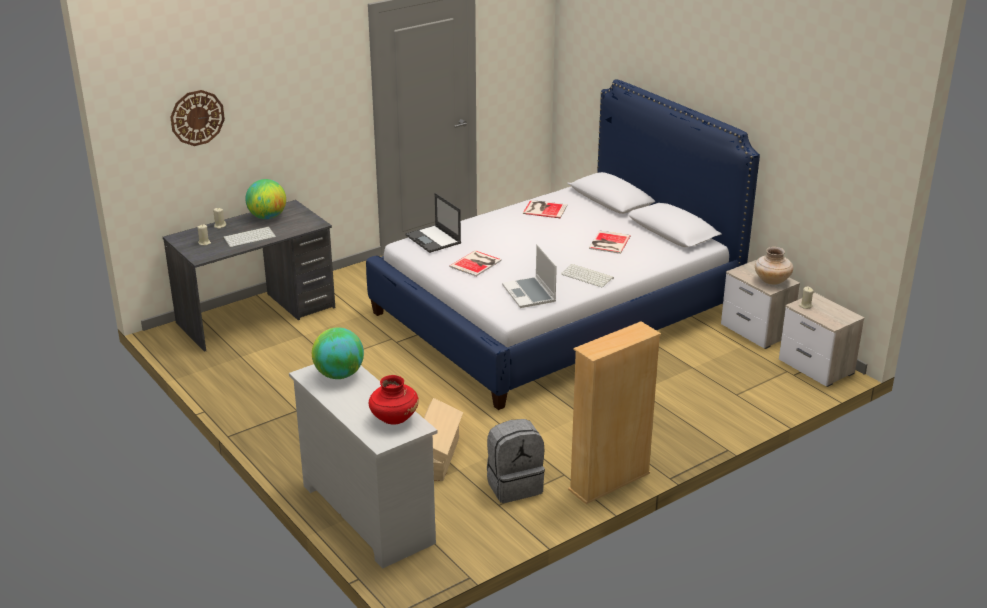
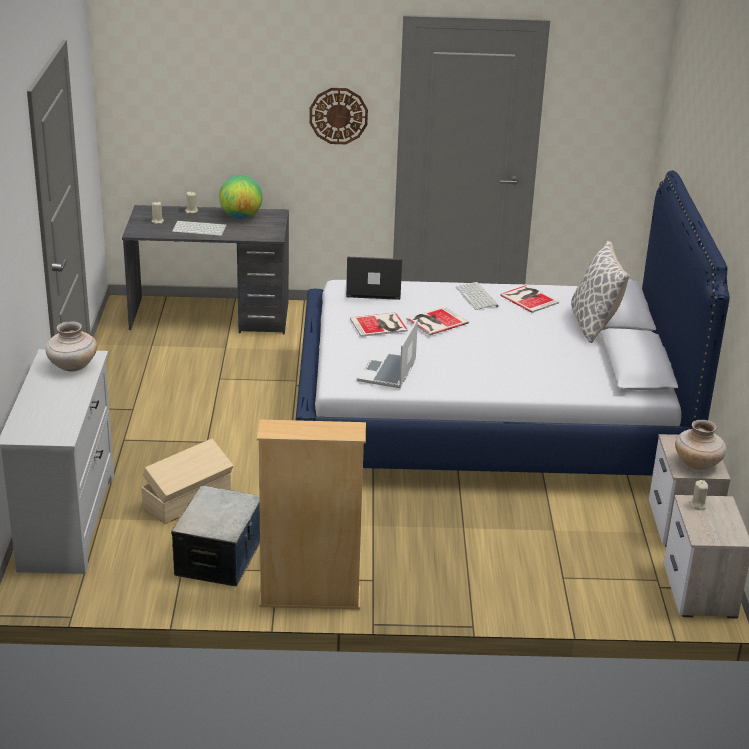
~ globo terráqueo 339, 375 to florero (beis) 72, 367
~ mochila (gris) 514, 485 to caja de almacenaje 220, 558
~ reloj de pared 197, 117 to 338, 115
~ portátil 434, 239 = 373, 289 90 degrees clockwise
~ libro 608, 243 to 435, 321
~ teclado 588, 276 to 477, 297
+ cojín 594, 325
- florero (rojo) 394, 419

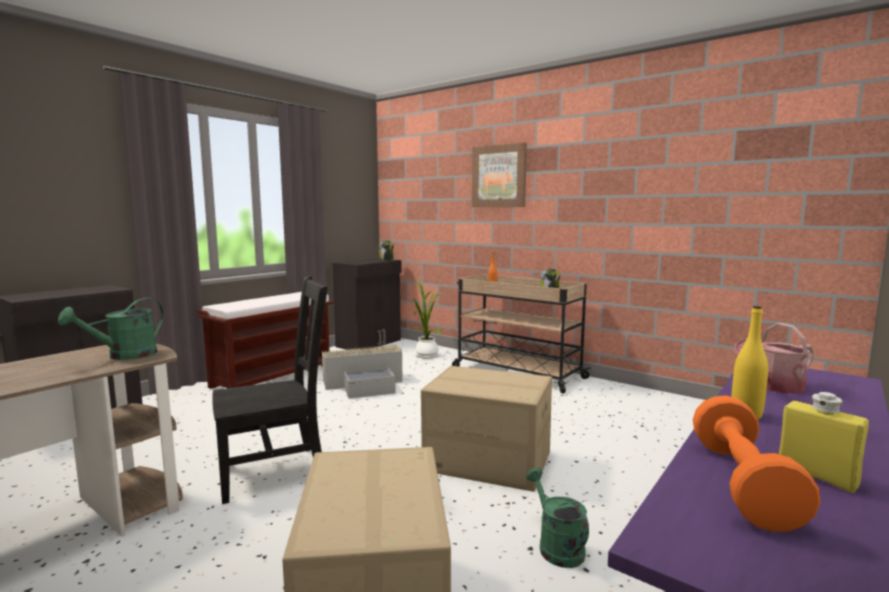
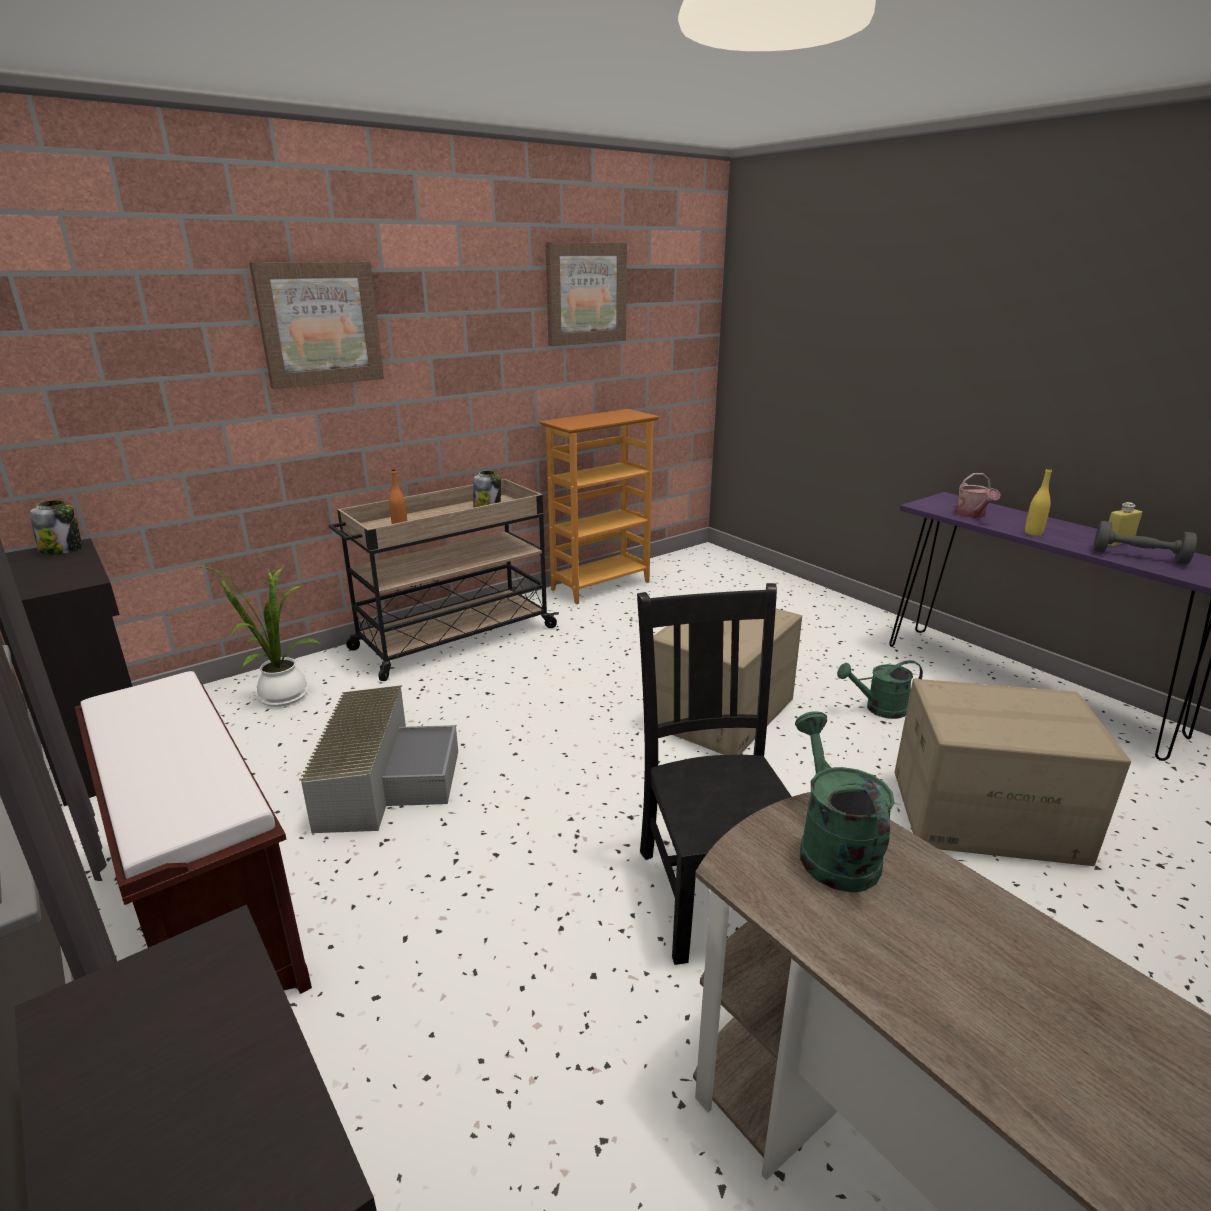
+ estantería 600, 585
+ cuadro 585, 293
~ regadera (verde) 124, 356 = 832, 848 150 degrees counterclockwise
~ mancuerna (naranja) 742, 484 to mancuerna (gris) 1138, 556

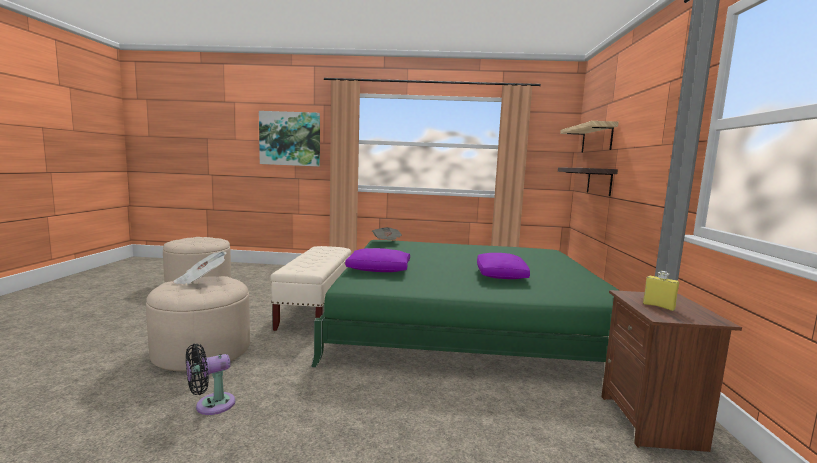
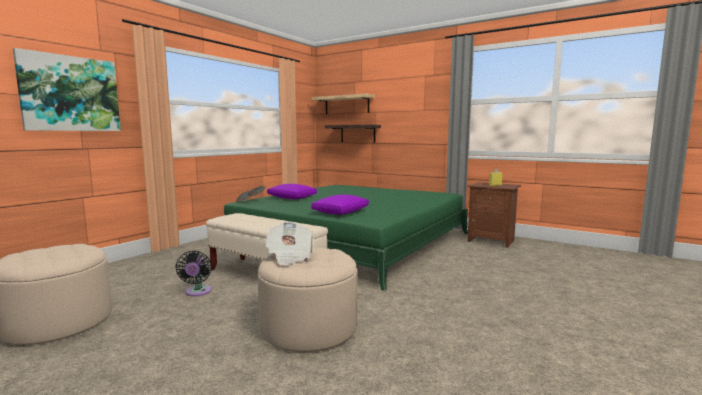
~ ventilador (negro) 211, 405 to 197, 292
~ cojín (morado) 501, 275 to 292, 198

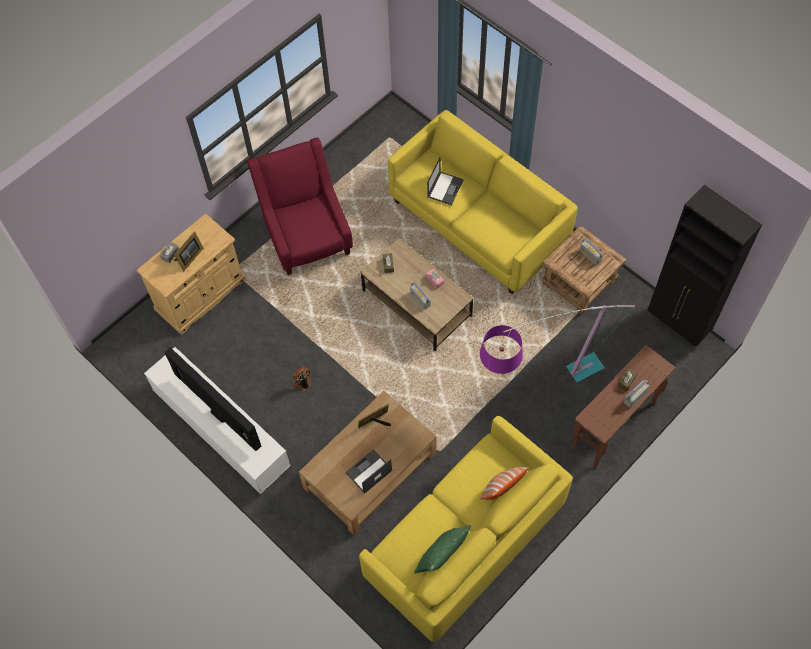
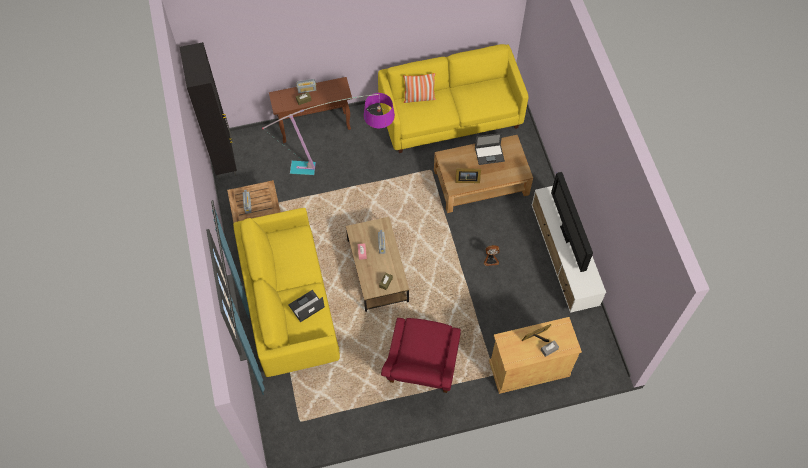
- cojín (verde) 442, 557

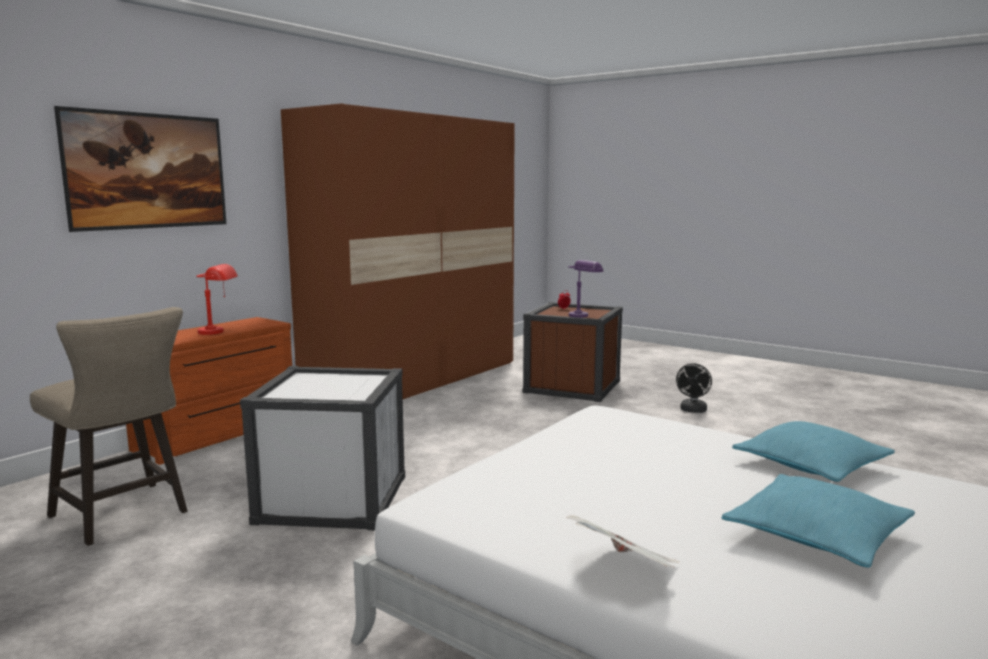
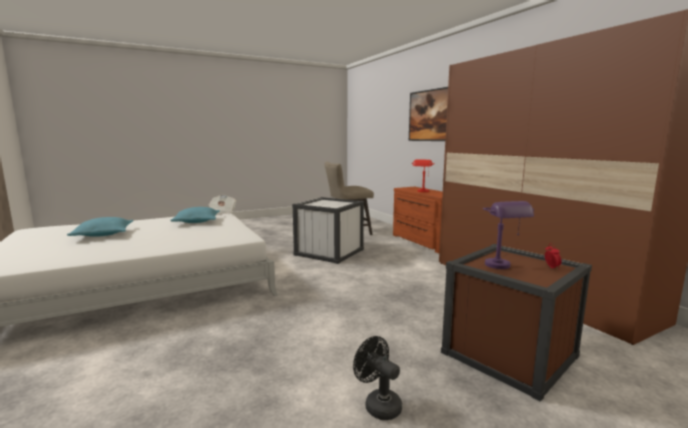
~ cojín (turquesa) 810, 466 to 197, 221
~ periódico 625, 570 to 222, 212

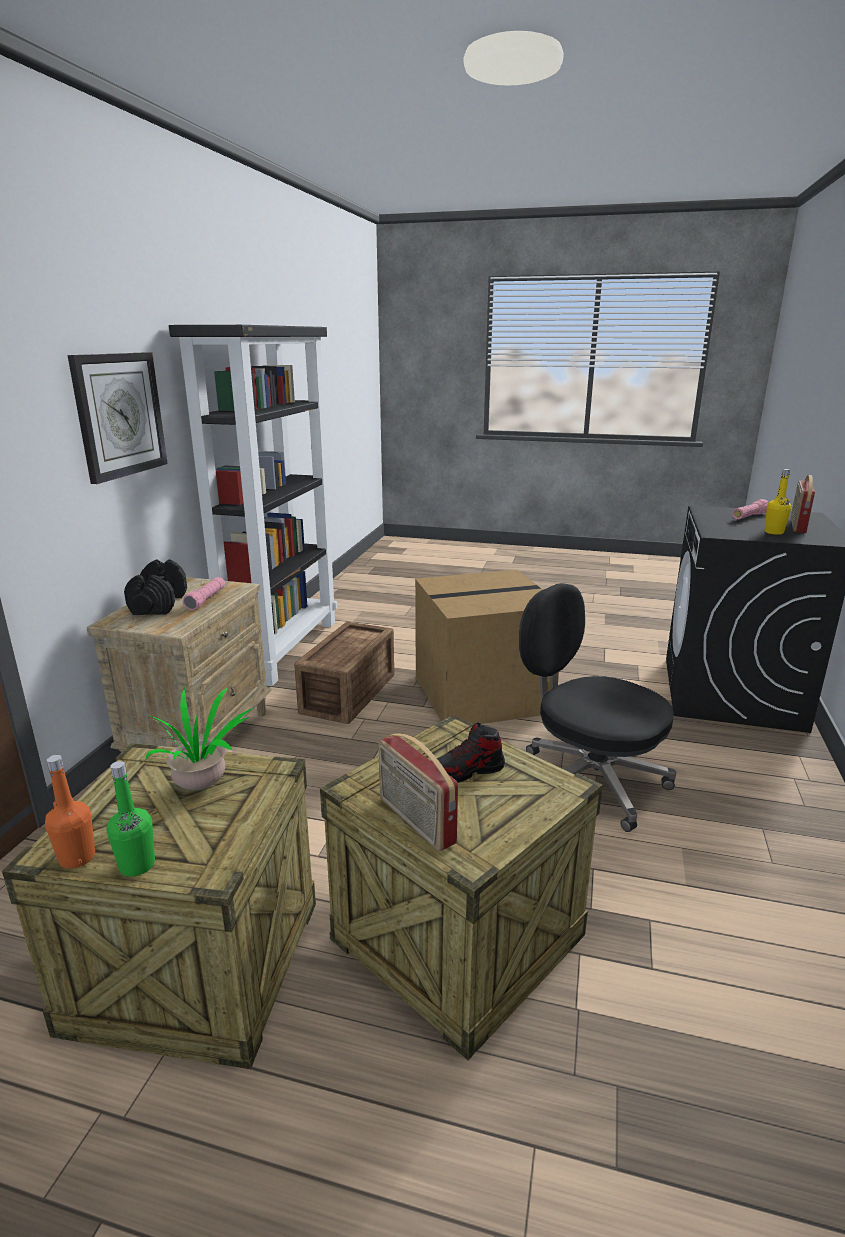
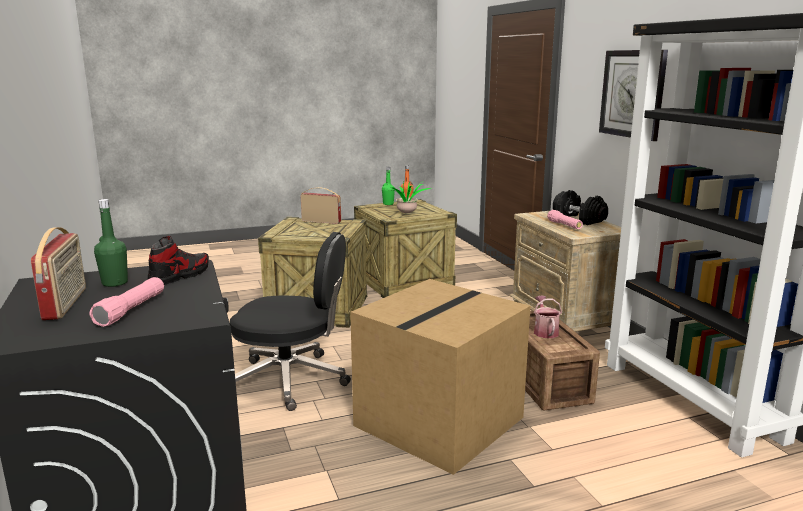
~ botella (amarillo) 774, 532 to botella (verde) 115, 283
~ zapato 466, 771 to 180, 276
+ regadera 545, 331

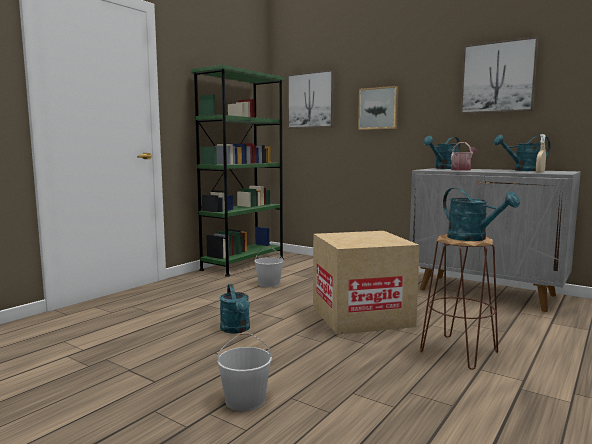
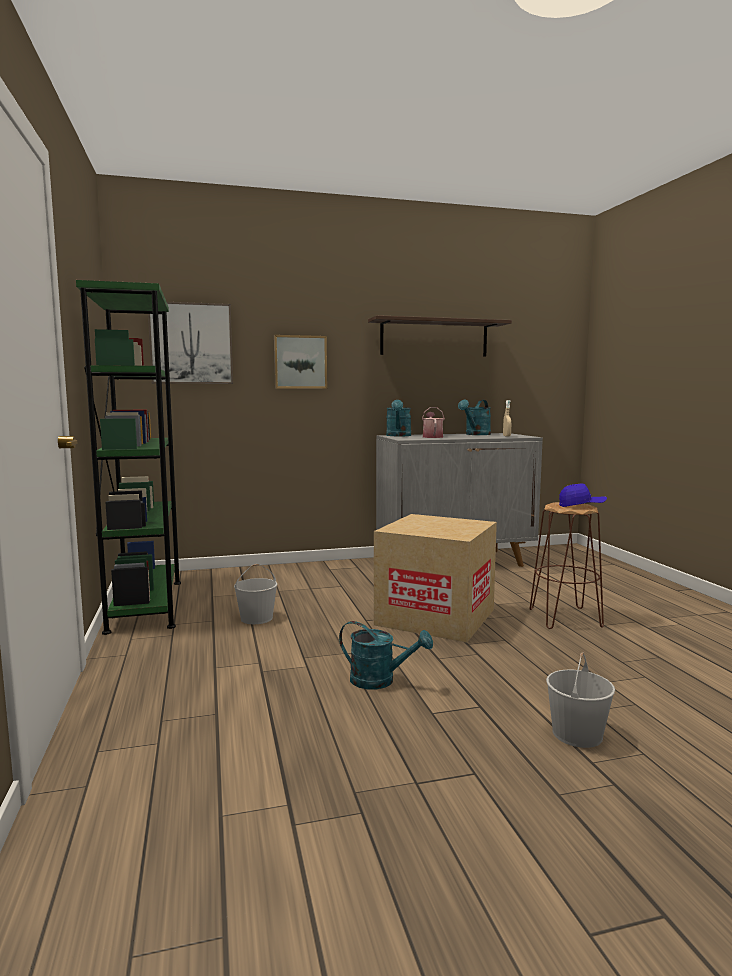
~ cuadro 498, 77 to estante 434, 338
~ regadera (turquesa) 473, 239 to gorra (azul) 581, 506

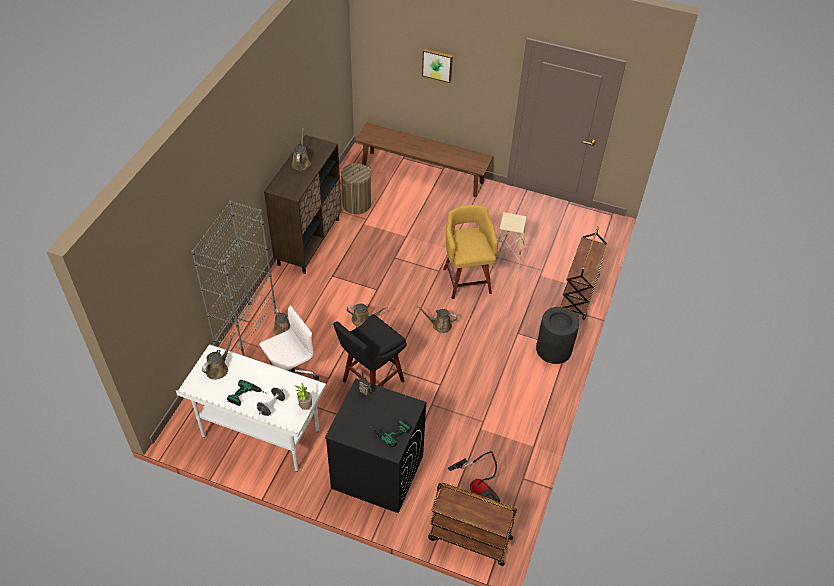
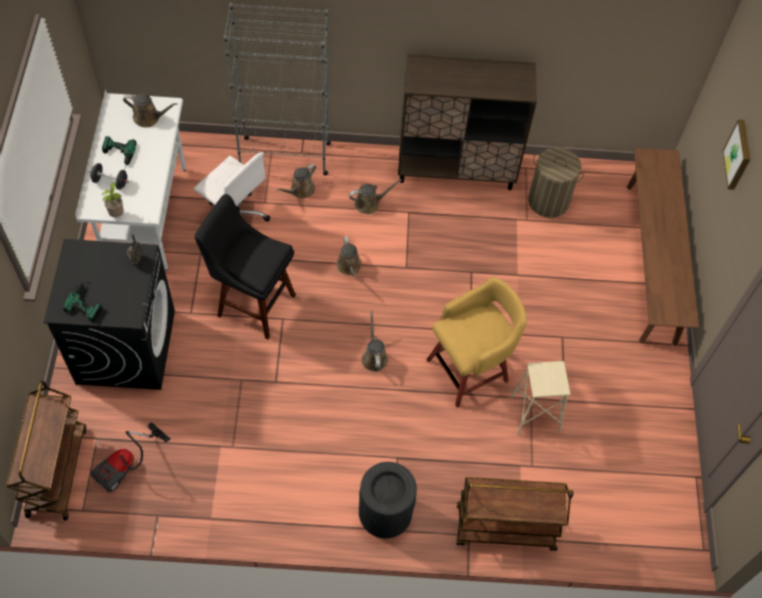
~ regadera (marrón) 301, 162 to 369, 203

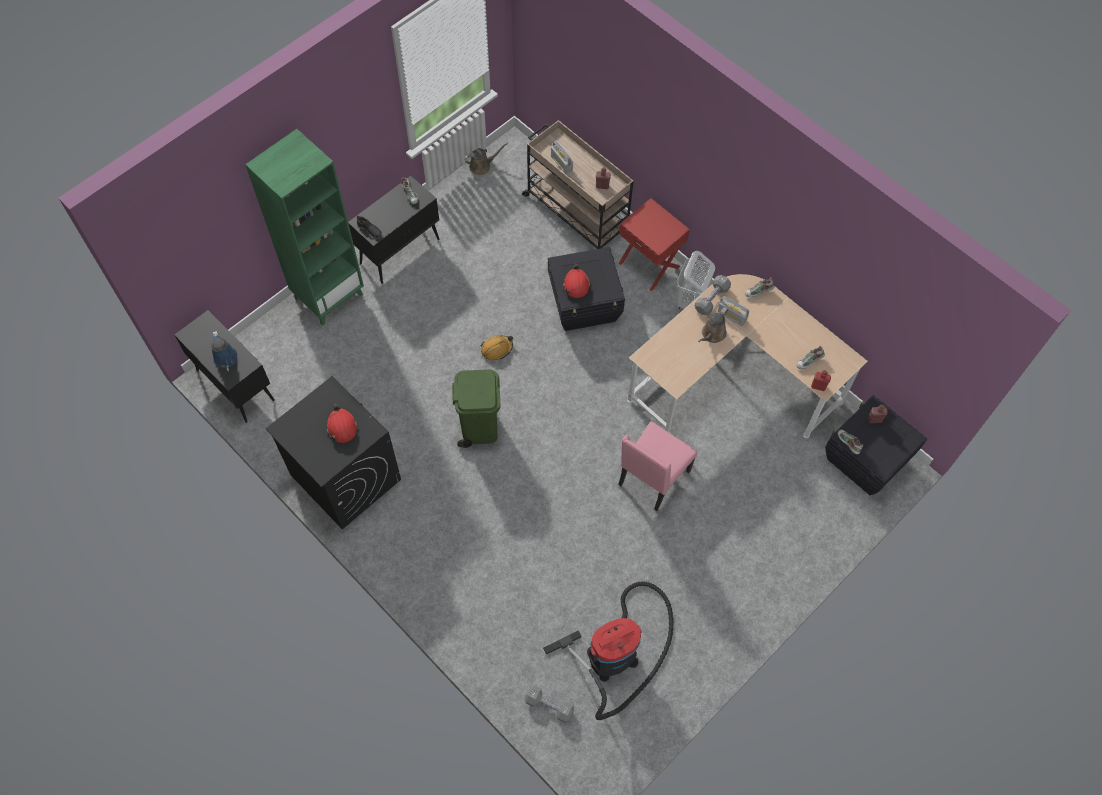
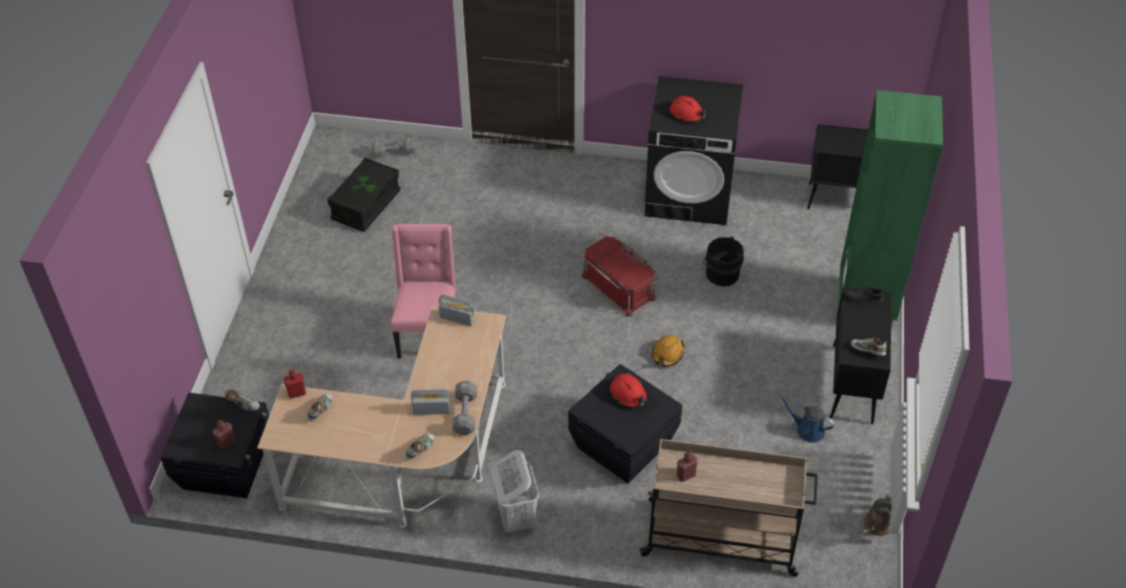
~ aspiradora 617, 653 to caja de almacenaje (negro) 366, 206
~ radio 561, 163 to 457, 318
~ papelera (verde) 479, 426 to caja de almacenaje (rojo) 619, 286
+ cubo (negro) 721, 273
~ regadera (azul) 226, 359 to 807, 430
- mesita de noche (rojo) 649, 264
- regadera (marrón) 712, 334

